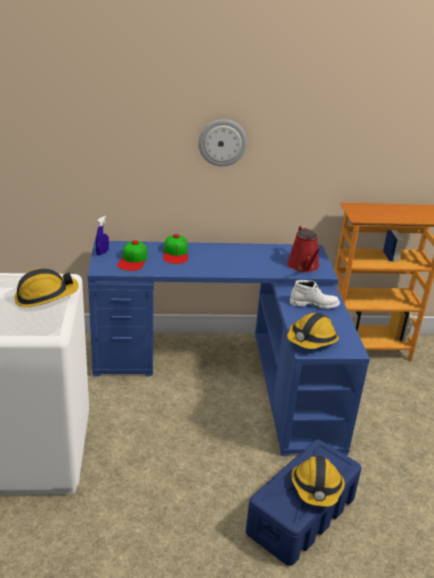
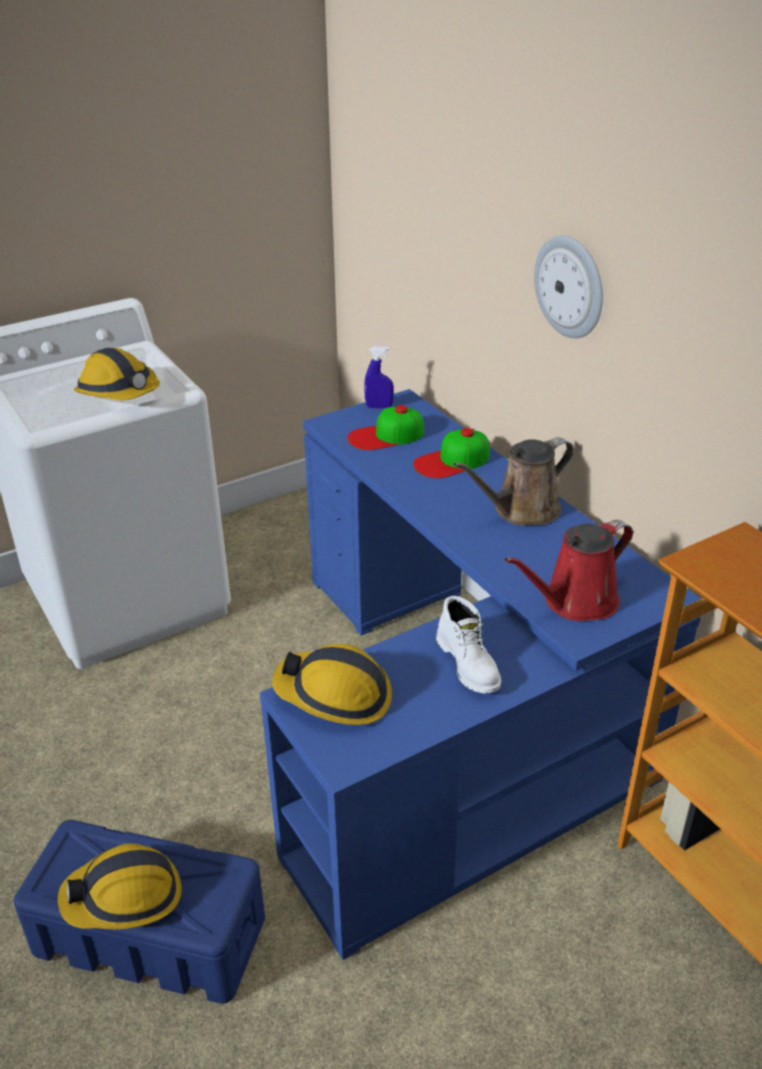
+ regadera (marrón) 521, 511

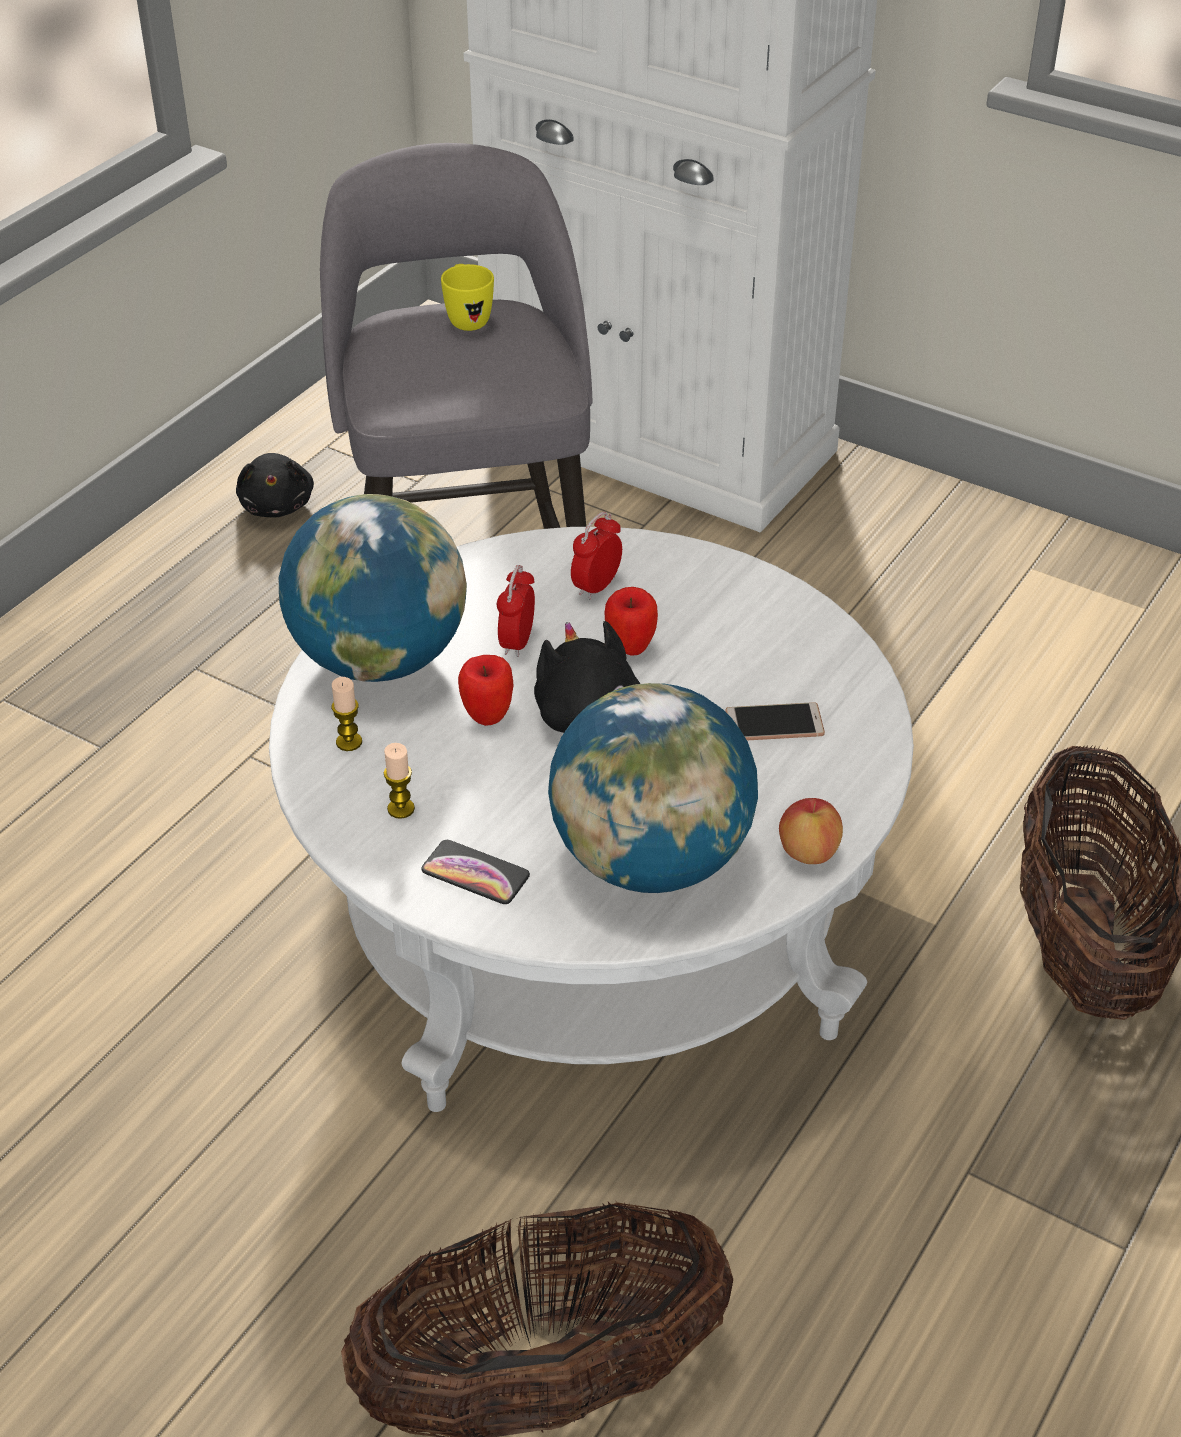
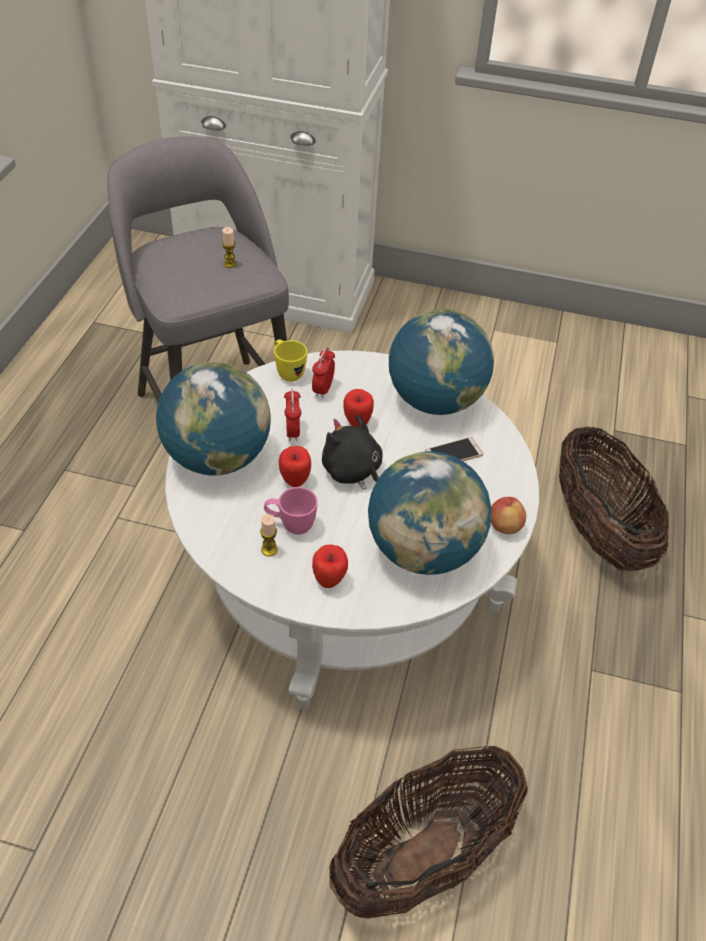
~ vela 349, 742 to 230, 264
+ taza grande (rosa) 290, 525
~ taza grande (amarillo) 467, 319 to 287, 372
~ móvil 475, 873 to manzana 329, 581
+ globo terráqueo 435, 400
- peluche (negro) 277, 505

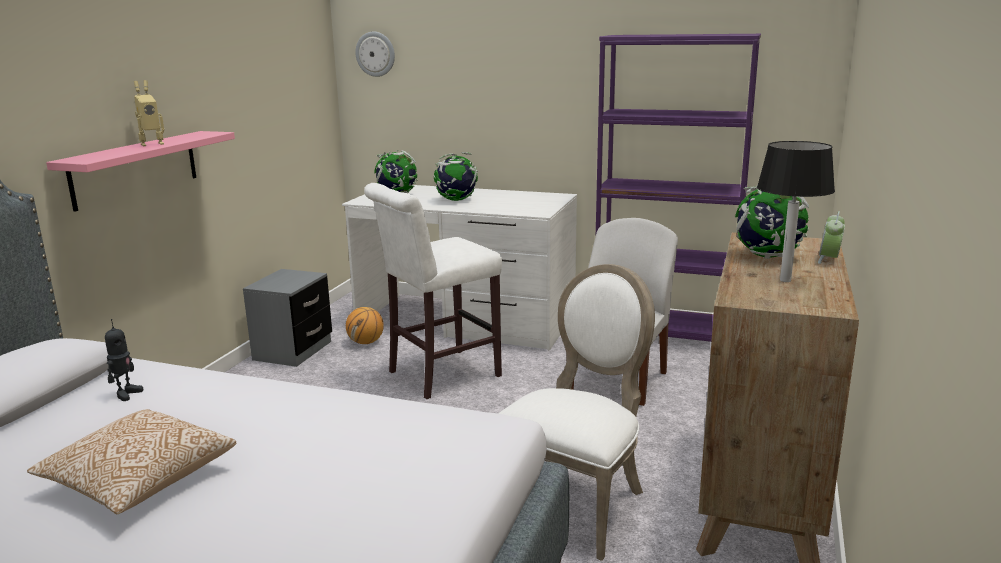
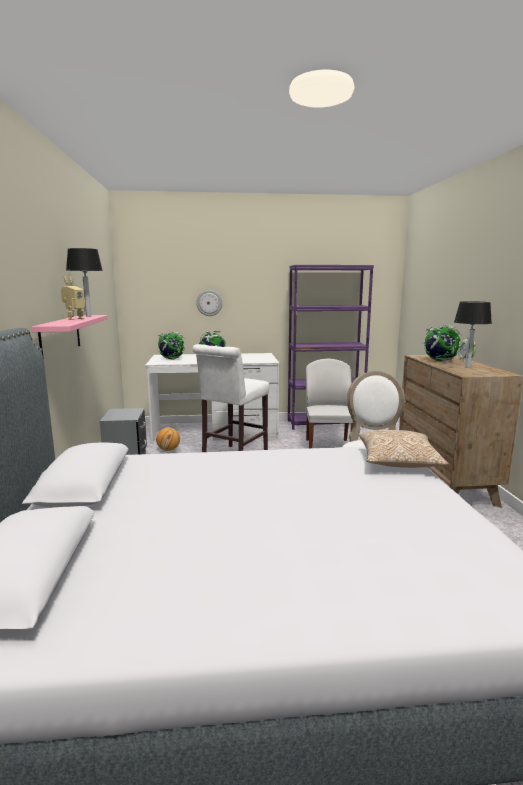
+ lámpara de mesa 88, 316
~ reloj de pared 375, 54 to 209, 303
~ cojín 139, 481 to 398, 463
- robot de juguete 126, 394

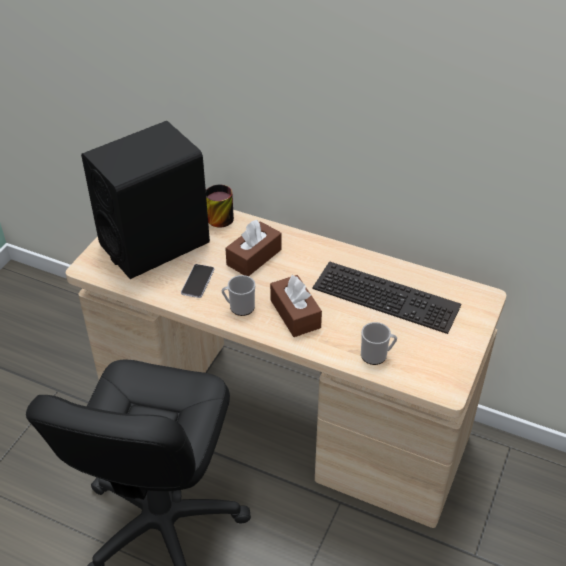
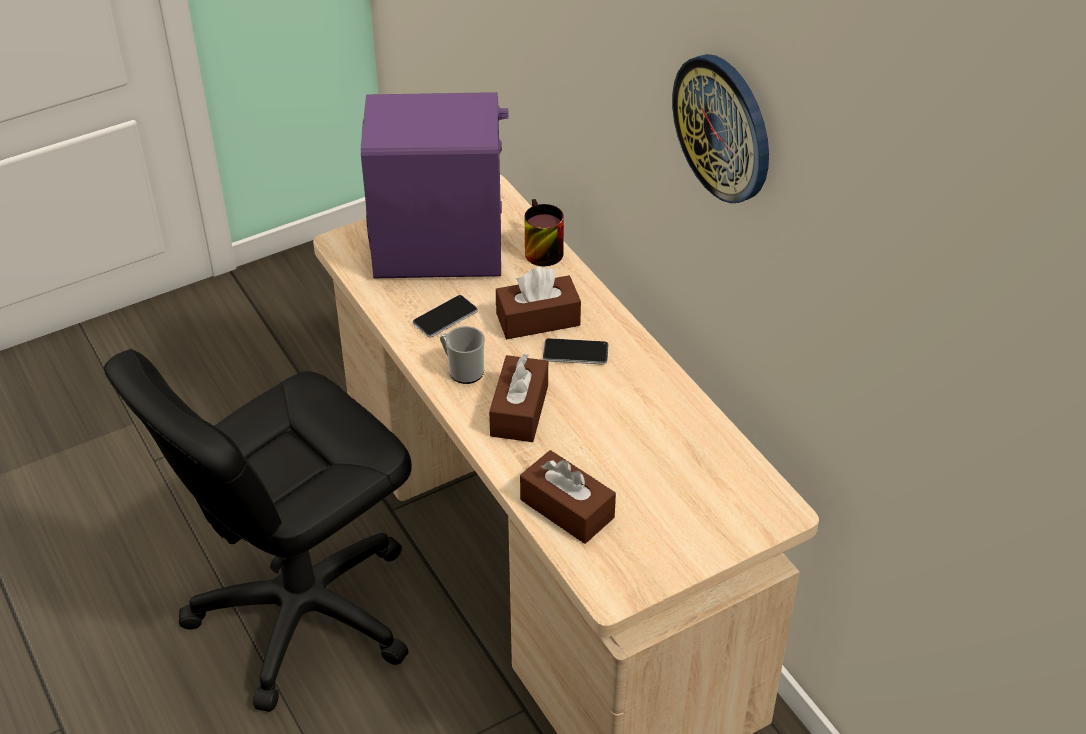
~ altavoz (negro) 155, 243 to altavoz (morado) 439, 249
~ taza grande 376, 355 to caja de pañuelos (marrón) 567, 508
+ móvil 575, 353
+ reloj de pared 723, 128
- teclado 388, 295

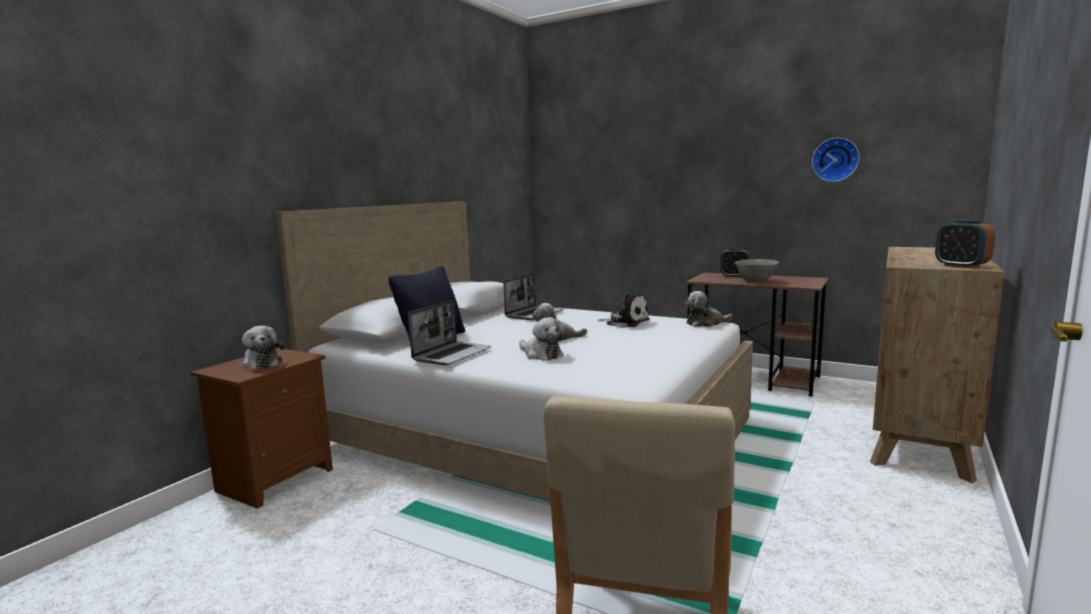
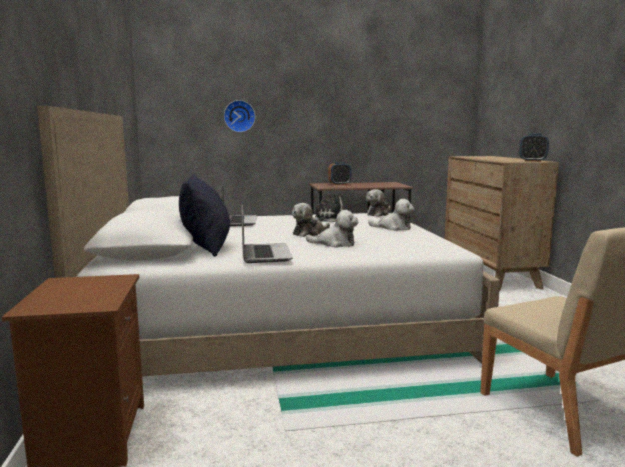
~ reloj de pared 835, 160 to 239, 116
~ peluche 261, 363 to 393, 228
- cuenco (gris) 755, 281

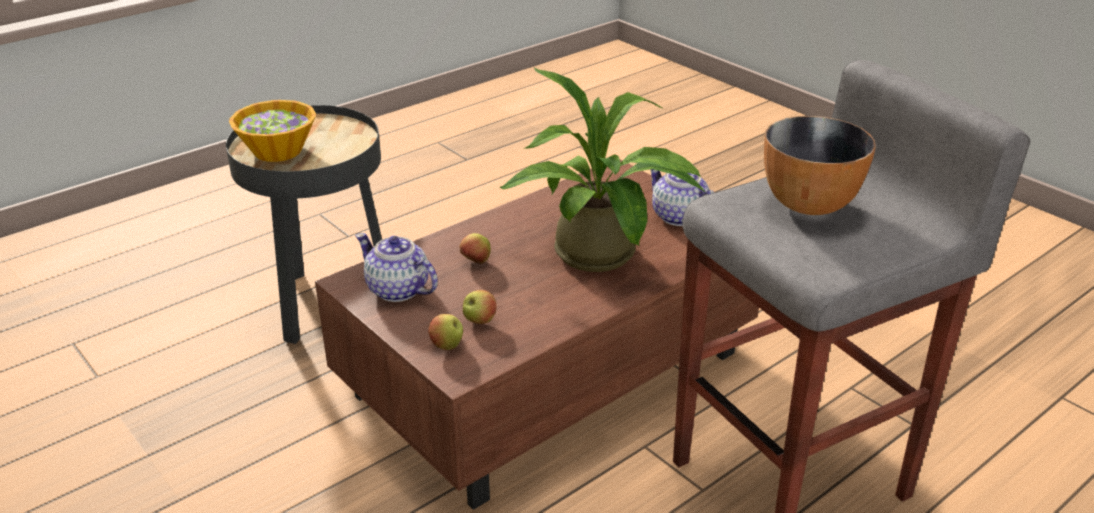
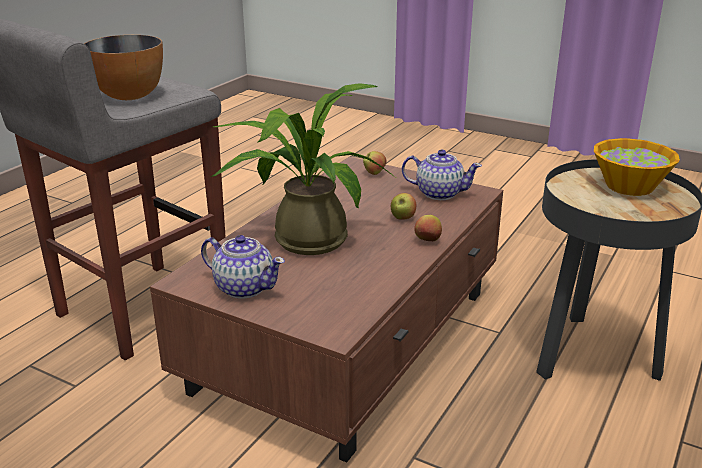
~ manzana 479, 320 to 427, 241

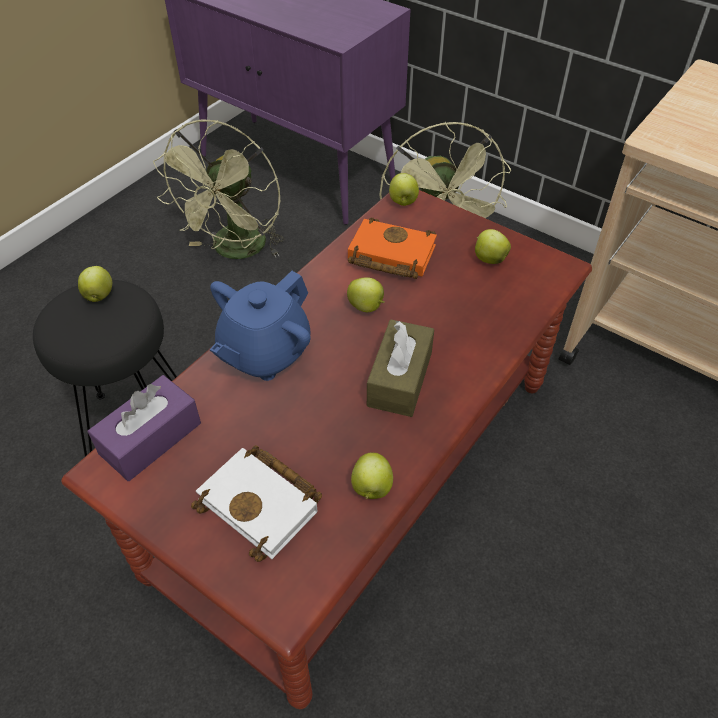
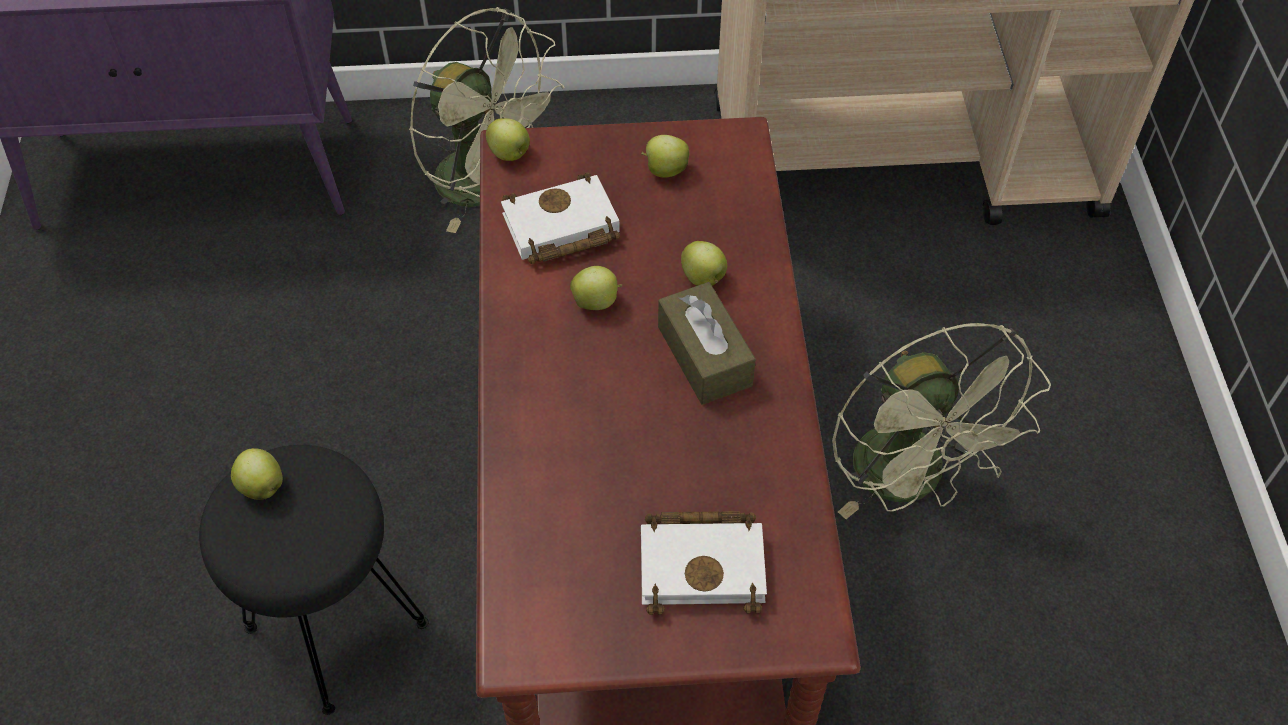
~ libro (naranja) 388, 255 to libro (blanco) 559, 229
~ manzana 371, 488 to 704, 279
~ ventilador (verde) 236, 251 to 911, 481
- caja de pañuelos (morado) 150, 438
- tetera (azul) 264, 353

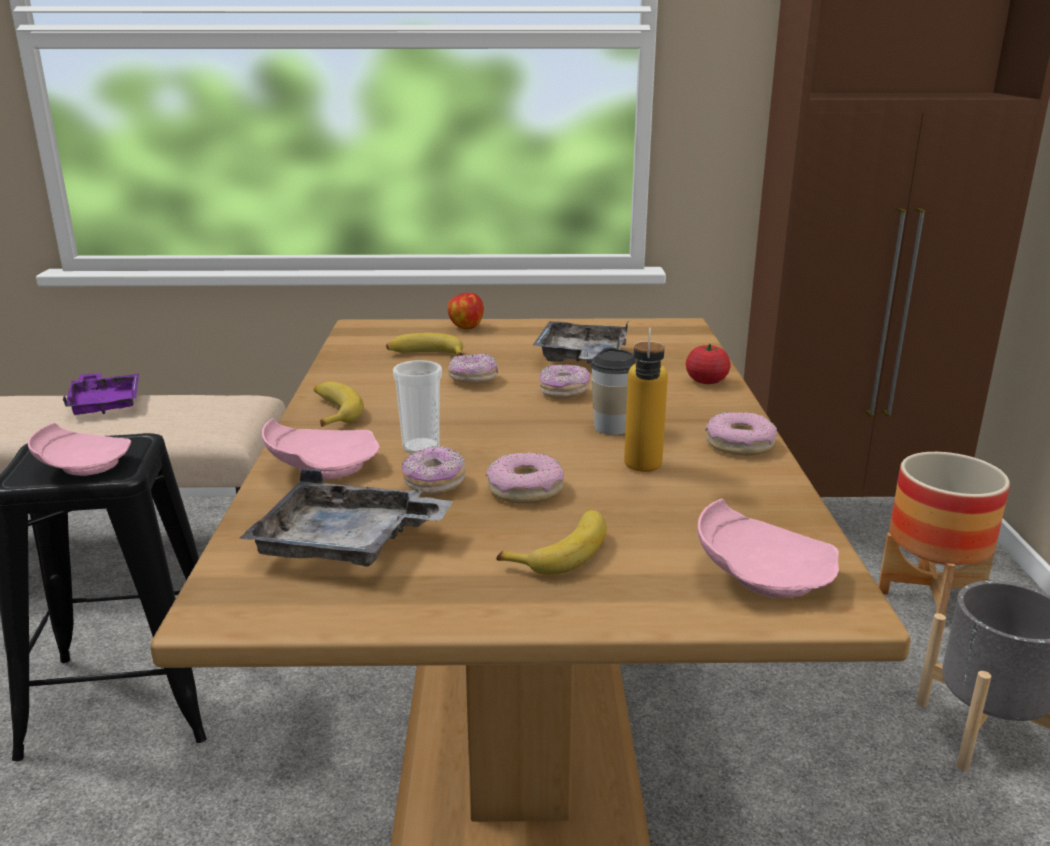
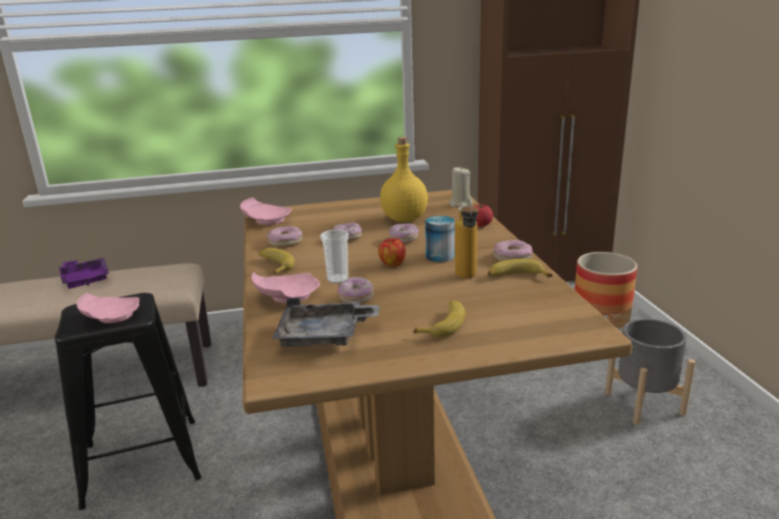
~ plato (rosa) 761, 575 to 266, 220
~ rosquilla 525, 489 to 285, 242
~ manzana 465, 327 to 392, 264
~ bandeja (gris) 581, 358 to botella (amarillo) 404, 219
~ taza 612, 427 to lata 440, 256
+ vela (beis) 460, 204
~ plátano 426, 355 to 516, 276

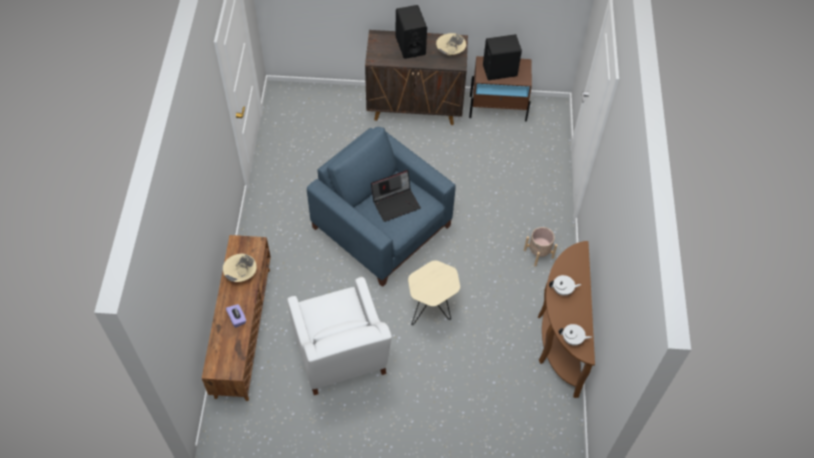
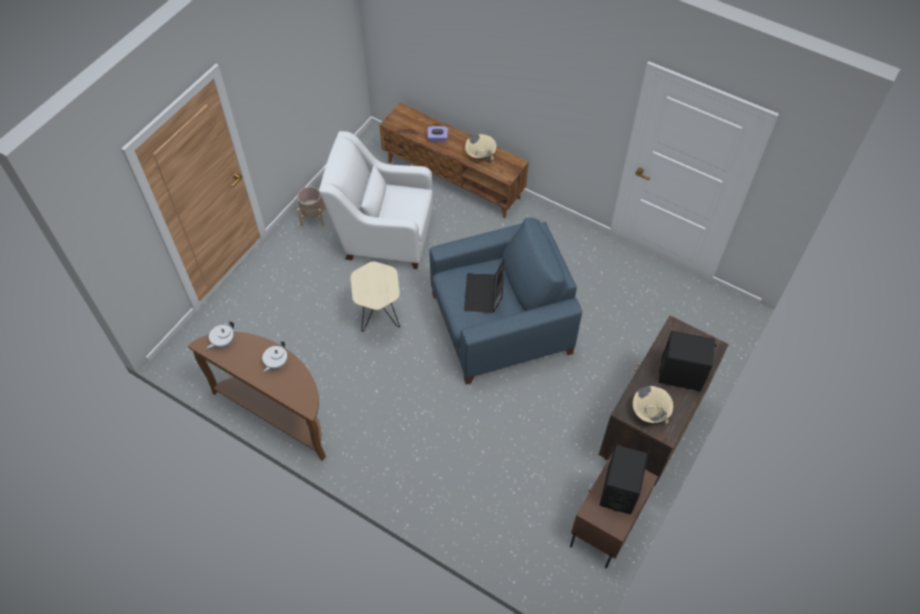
~ maceta (beis) 538, 253 to 313, 217

